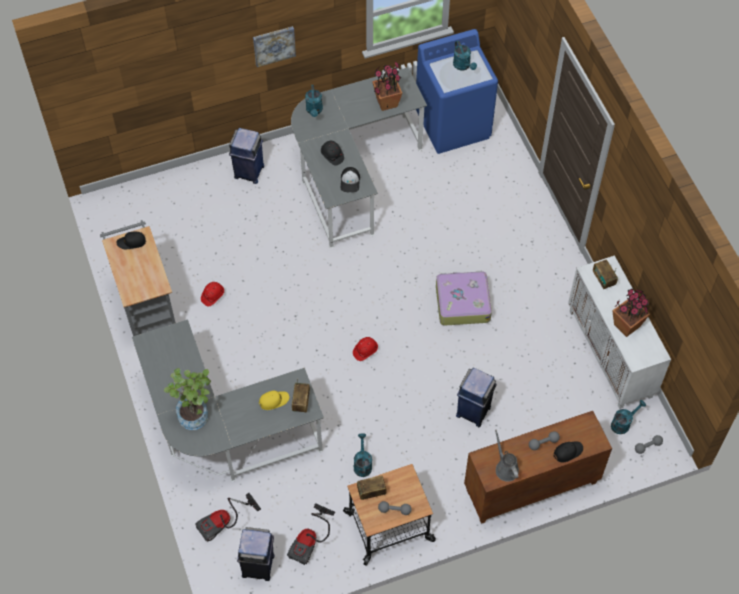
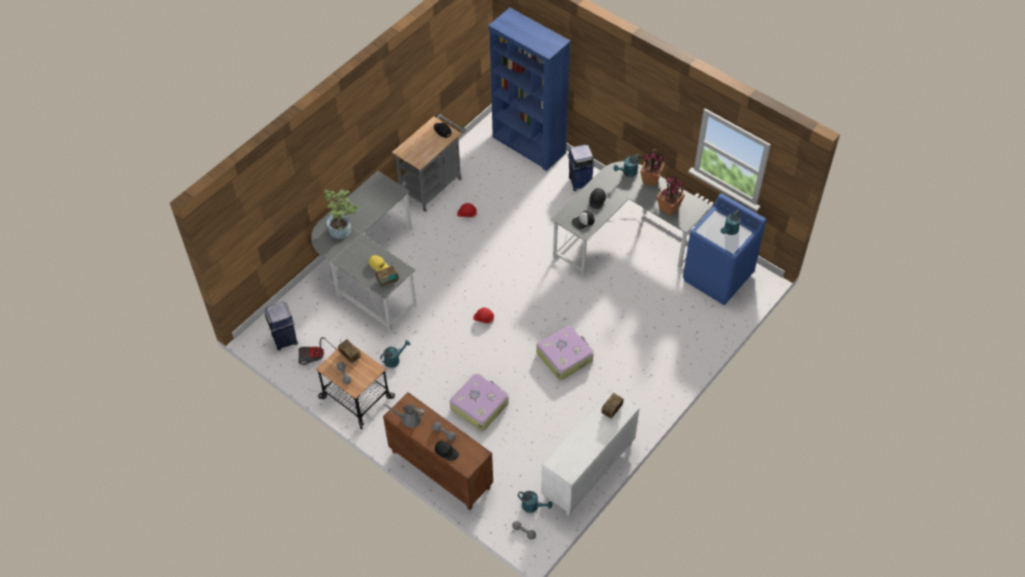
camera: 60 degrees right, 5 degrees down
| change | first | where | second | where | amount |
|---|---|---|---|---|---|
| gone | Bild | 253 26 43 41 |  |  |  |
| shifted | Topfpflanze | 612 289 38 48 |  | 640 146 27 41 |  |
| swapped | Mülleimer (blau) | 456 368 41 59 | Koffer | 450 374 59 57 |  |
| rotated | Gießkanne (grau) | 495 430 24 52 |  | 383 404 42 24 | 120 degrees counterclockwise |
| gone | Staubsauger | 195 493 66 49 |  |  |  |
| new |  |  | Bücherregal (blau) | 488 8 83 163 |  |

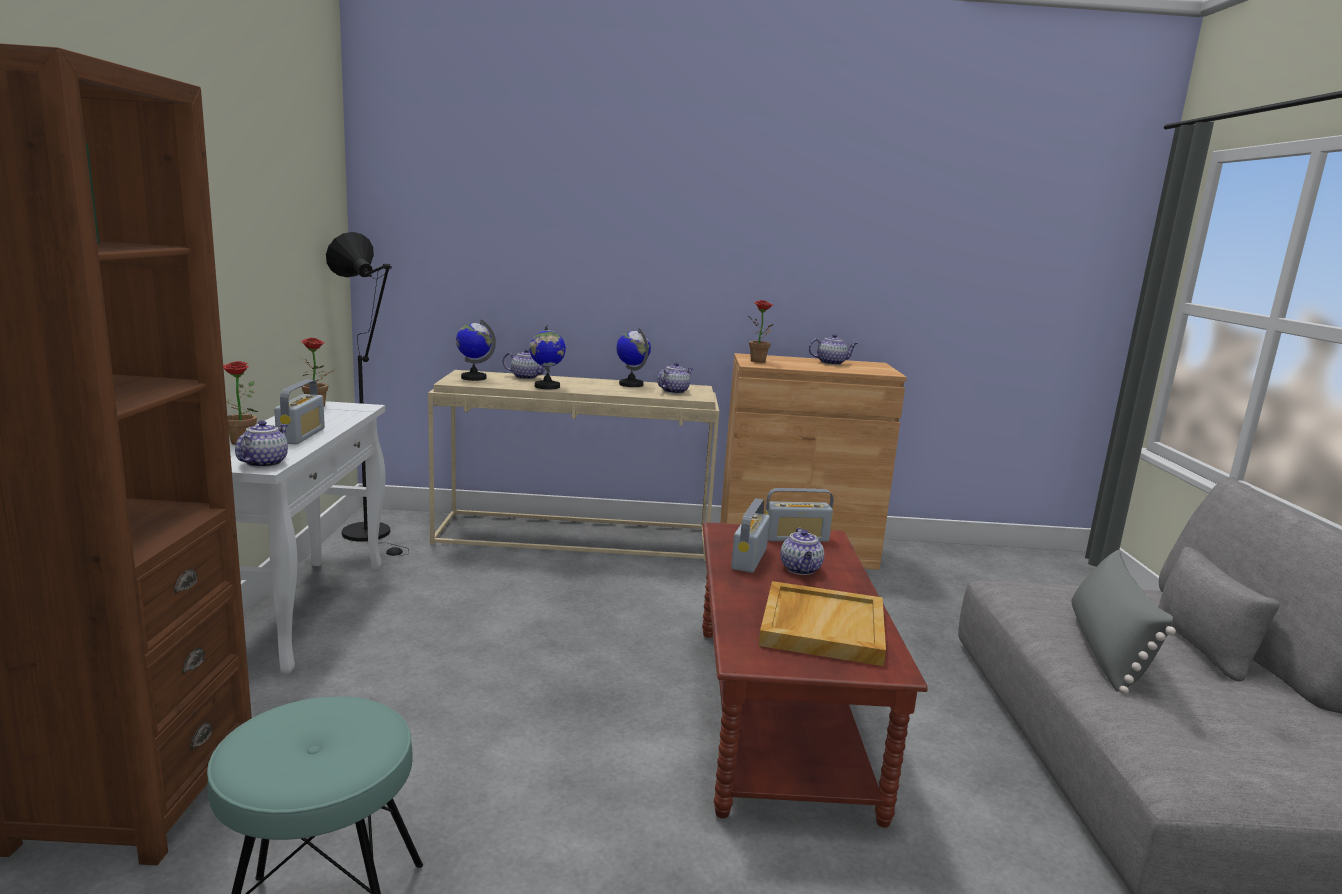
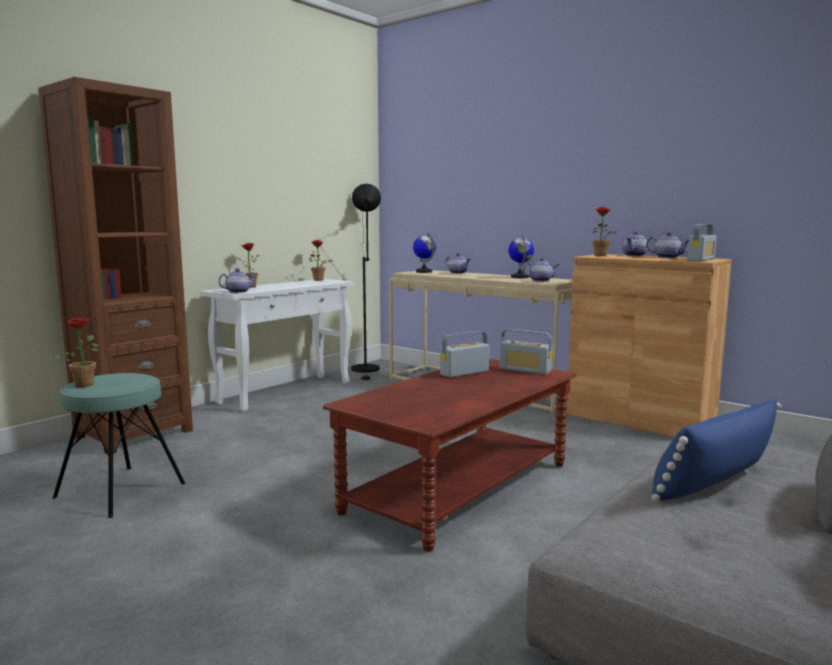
camera: 40 degrees right, 5 degrees down
| change | first | where | second | where | amount |
|---|---|---|---|---|---|
| gone | Globus | 529 325 37 64 |  |  |  |
| shifted | Radio | 274 380 51 64 |  | 687 224 29 38 |  |
| shifted | Teekanne | 781 528 43 47 |  | 622 231 26 25 |  |
| repainted | Kissen (grau) | 1072 550 104 145 | Kissen (blau) | 652 399 129 103 |  |
| gone | Tablett (beige) | 759 581 127 85 |  |  |  |
| new |  |  | Topfpflanze | 53 318 46 69 |  |

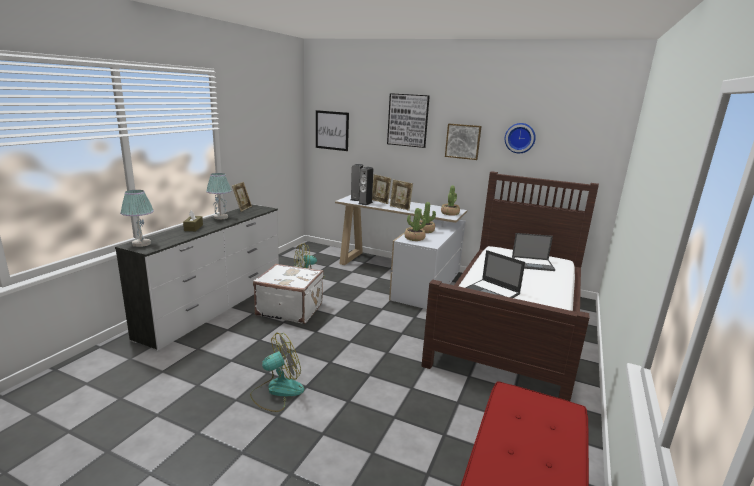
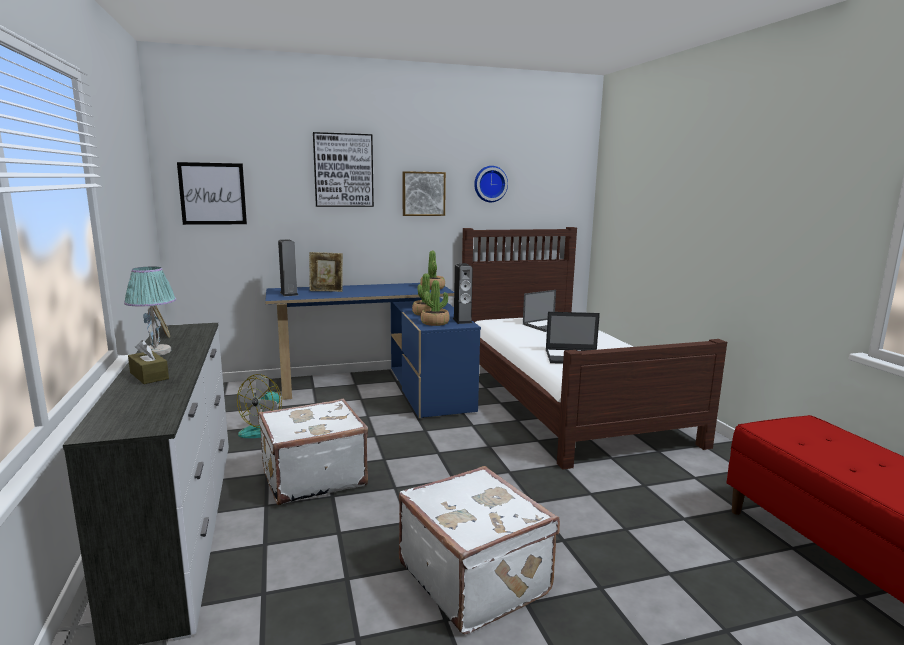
camera: 40 degrees left, 5 degrees down
| change | first | where | second | where | amount |
|---|---|---|---|---|---|
| shifted | Lautsprecher | 358 167 15 38 |  | 453 263 20 61 |  |
| gone | Bilderrahmen | 390 179 23 32 |  |  |  |
| gone | Tischlampe | 120 190 34 57 |  |  |  |
| repainted | Schreibtisch (weiß) | 335 195 132 114 | Schreibtisch (blau) | 265 283 216 135 |  |
| swapped | Ventilator | 250 332 54 80 | Koffer (weiß) | 399 466 161 168 |  |

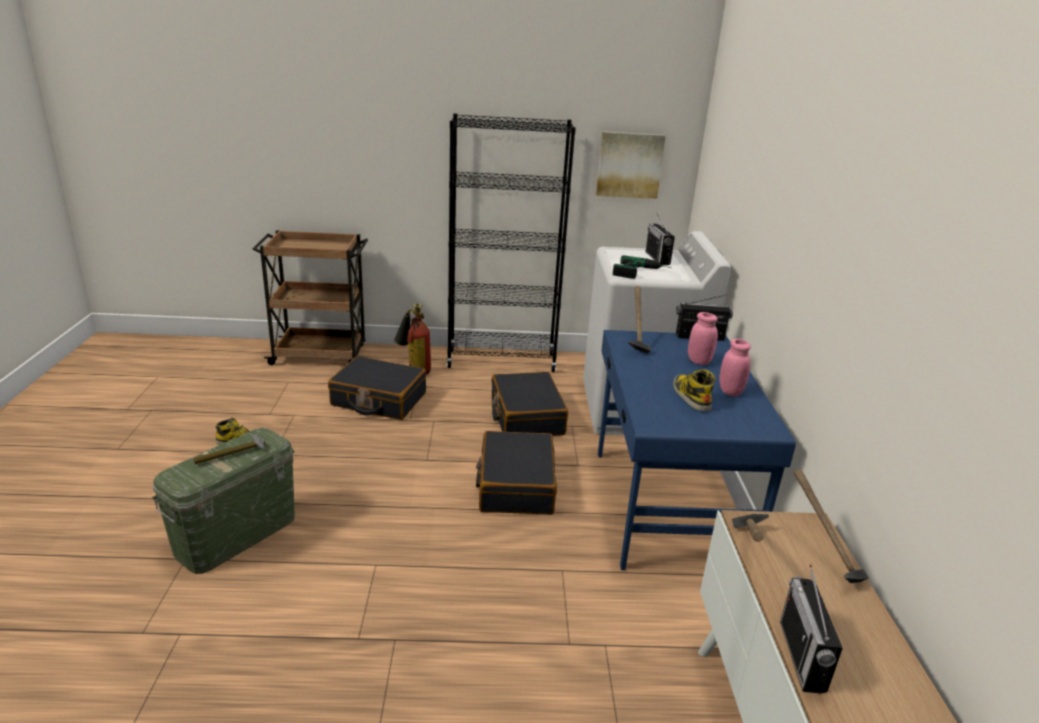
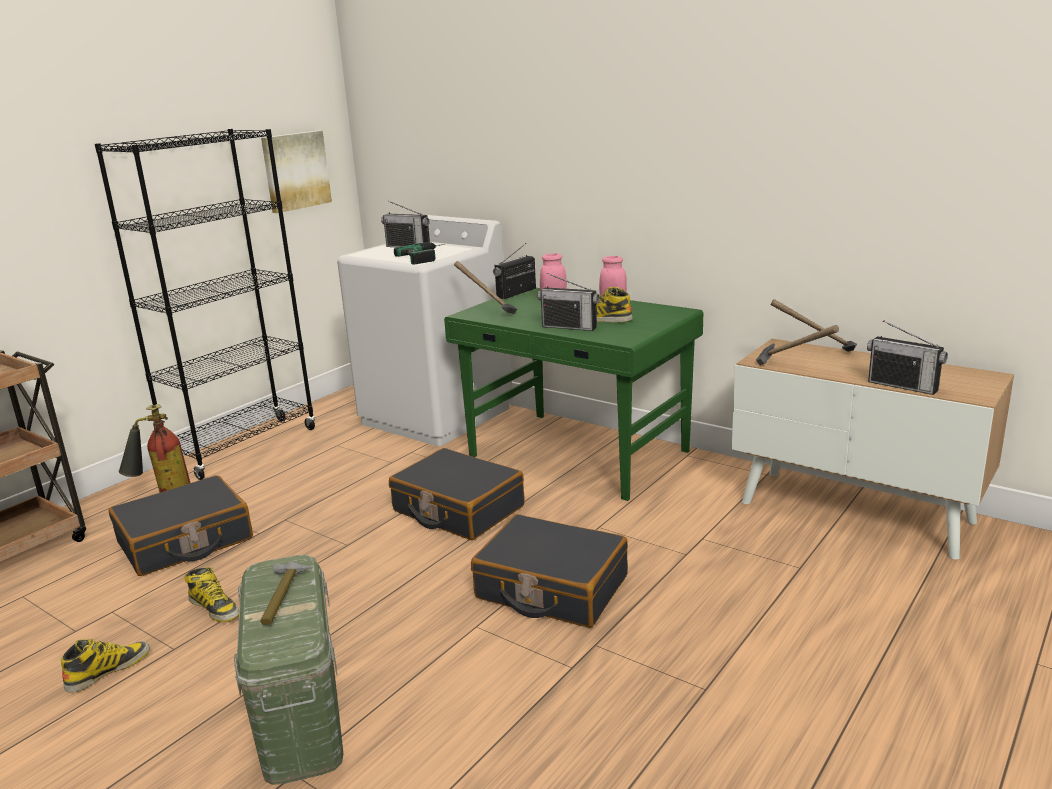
camera: 50 degrees left, 5 degrees down
| change | first | where | second | where | amount |
|---|---|---|---|---|---|
| repainted | Schreibtisch (blau) | 598 330 198 240 | Schreibtisch (grün) | 444 288 259 213 |  |
| shifted | Koffer (schwarz) | 491 372 77 64 |  | 471 514 157 114 |  |
| new |  |  | Radio | 537 273 63 58 |  |
| new |  |  | Stiefel | 184 567 55 55 |  |

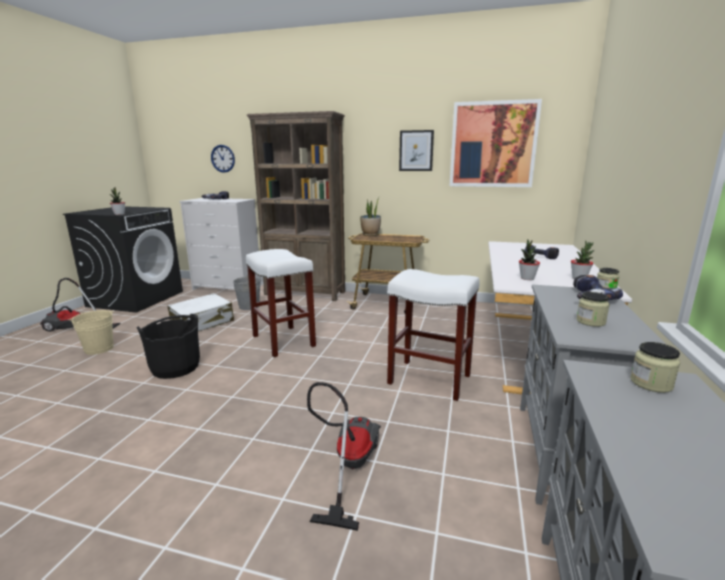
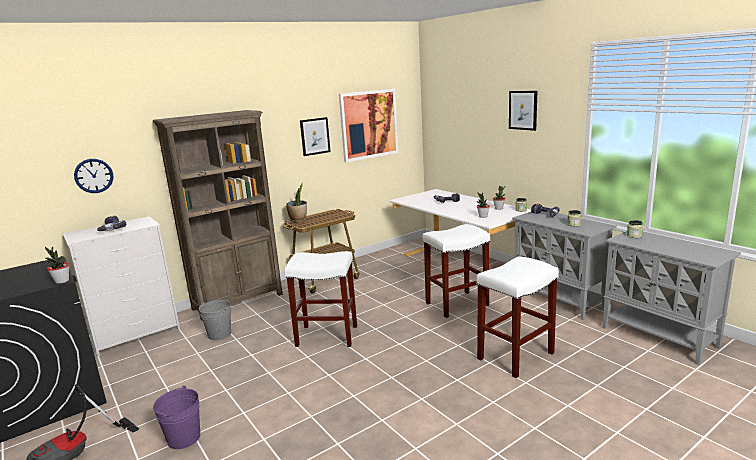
camera: 50 degrees left, 0 degrees up
| change | first | where | second | where | amount |
|---|---|---|---|---|---|
| gone | Koffer (weiß) | 167 293 67 38 |  |  |  |
| repainted | Eimer (beige) | 68 310 46 45 | Eimer (lila) | 153 385 47 64 |  |
| gone | Eimer (schwarz) | 137 314 63 65 |  |  |  |
| swapped | Staubsauger | 307 382 74 149 | Hocker (weiß) | 476 256 83 122 |  |
| new |  |  | Bild | 509 91 28 40 |  |

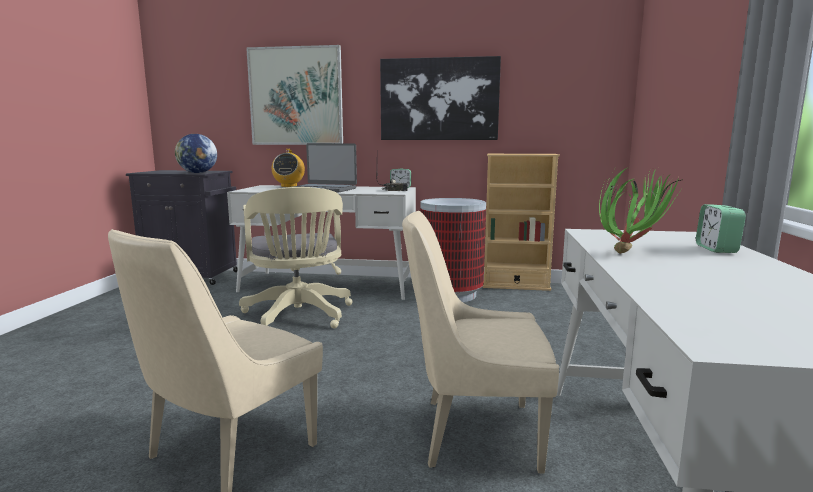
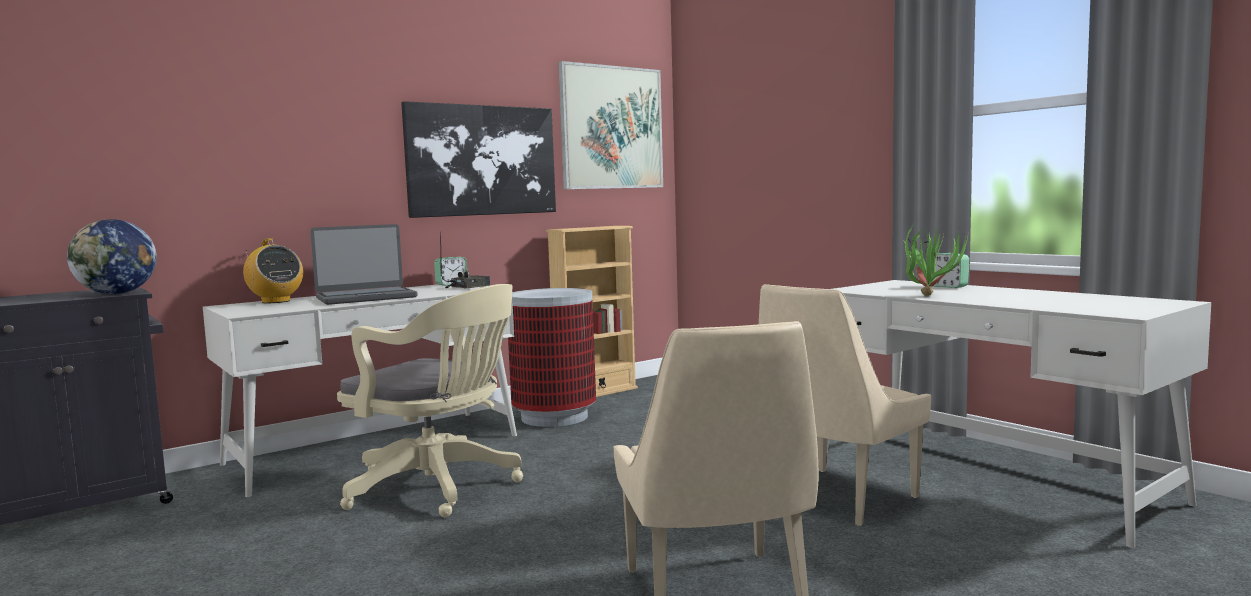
camera: 45 degrees left, 5 degrees down
| change | first | where | second | where | amount |
|---|---|---|---|---|---|
| shifted | Bild | 246 45 97 100 |  | 558 61 105 128 |  |

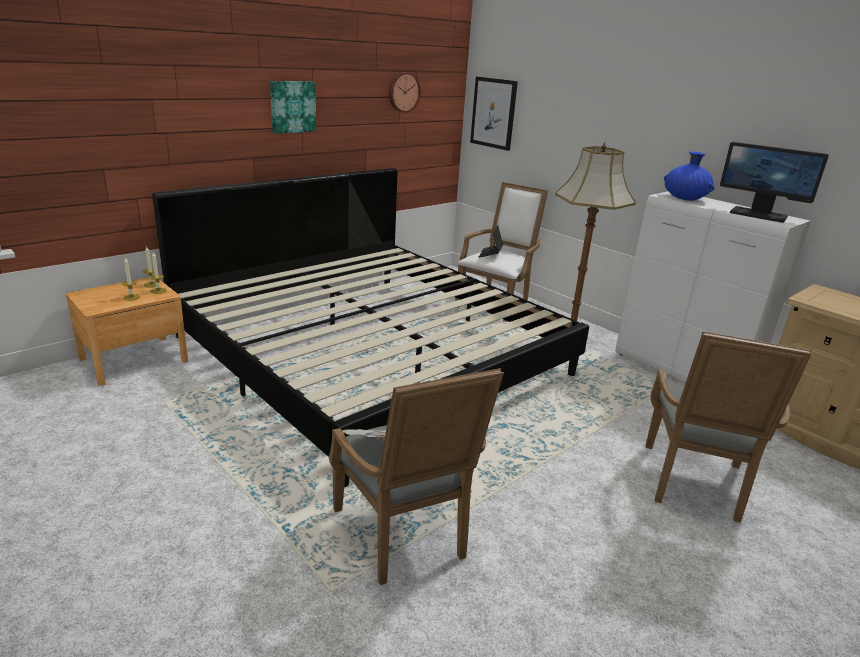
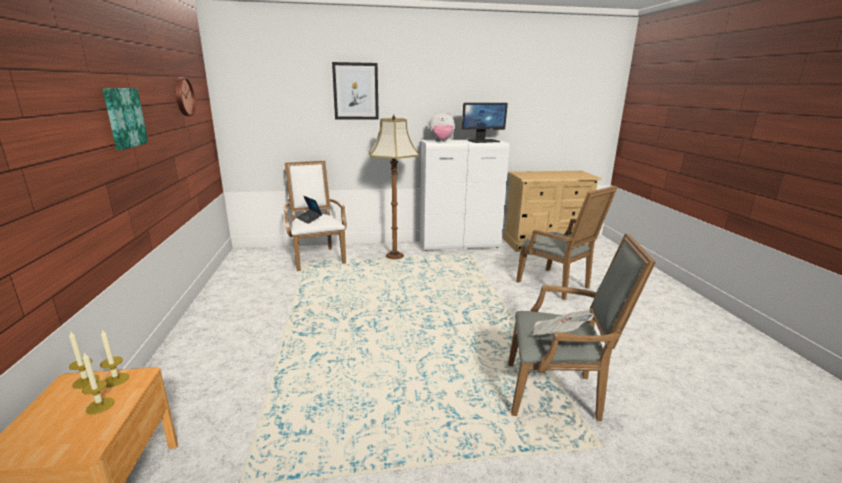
camera: 55 degrees left, 5 degrees down
| change | first | where | second | where | amount |
|---|---|---|---|---|---|
| shifted | Bild | 470 77 48 74 |  | 332 62 47 58 |  |
| swapped | Vase (blau) | 664 151 51 50 | Plüschtier | 429 112 26 30 |  |
| gone | Bett | 152 168 437 319 |  |  |  |

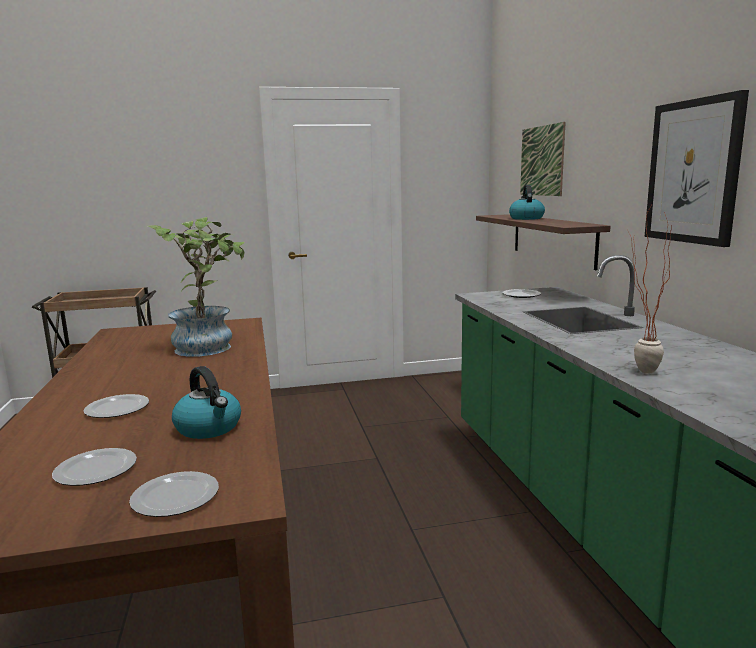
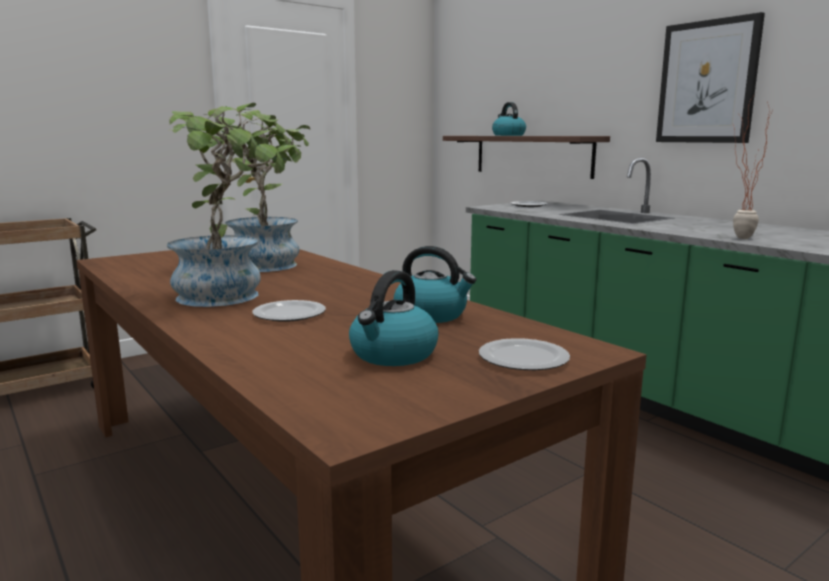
camera: 25 degrees left, 0 degrees up
| change | first | where | second | where | amount |
|---|---|---|---|---|---|
| gone | Bild | 520 122 46 74 |  |  |  |
| swapped | Teller | 52 448 85 38 | Wasserkessel | 349 270 90 96 |  |
| new |  |  | Topfpflanze | 167 103 133 204 |  |

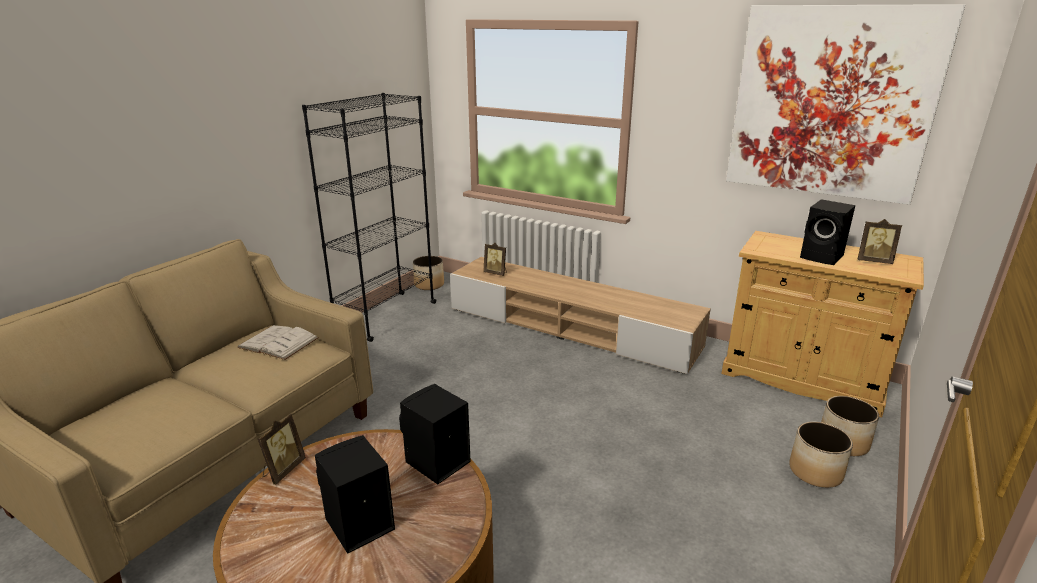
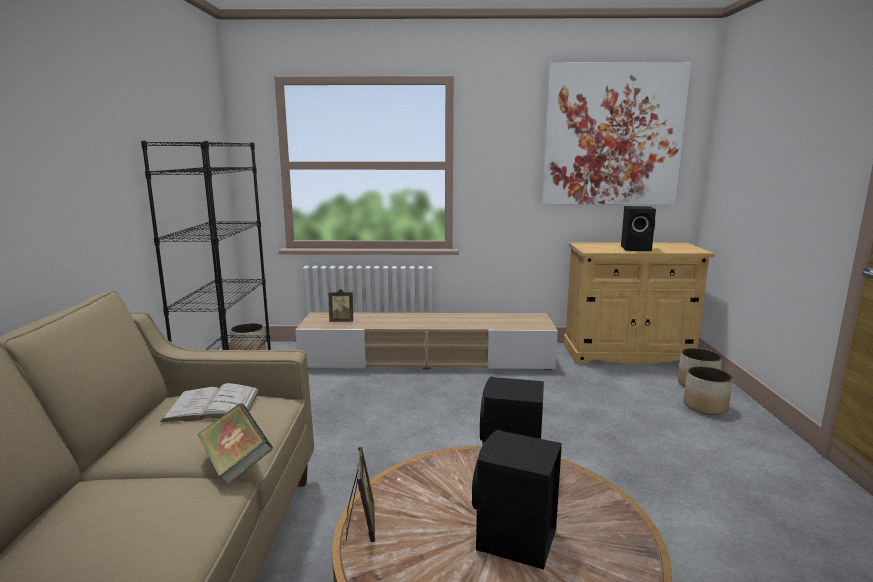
camera: 30 degrees left, 10 degrees down
| change | first | where | second | where | amount |
|---|---|---|---|---|---|
| gone | Bilderrahmen | 857 219 45 45 |  |  |  |
| new |  |  | Buch | 197 403 76 82 |  |

